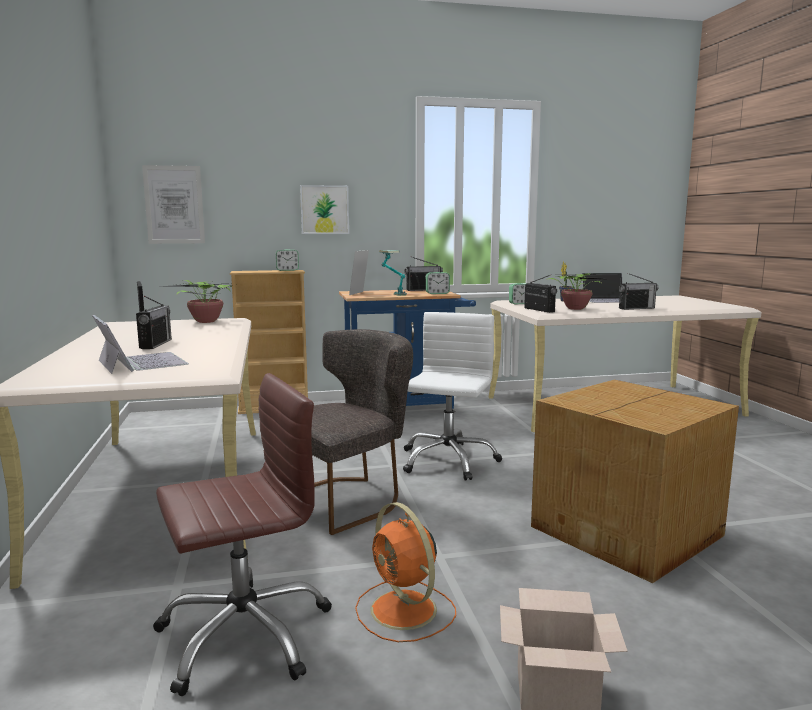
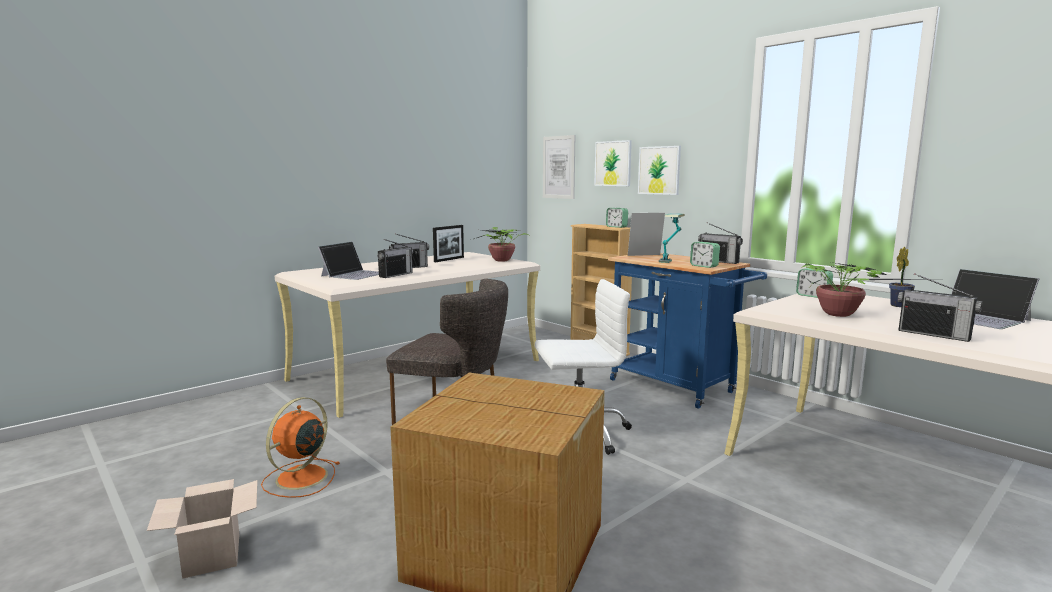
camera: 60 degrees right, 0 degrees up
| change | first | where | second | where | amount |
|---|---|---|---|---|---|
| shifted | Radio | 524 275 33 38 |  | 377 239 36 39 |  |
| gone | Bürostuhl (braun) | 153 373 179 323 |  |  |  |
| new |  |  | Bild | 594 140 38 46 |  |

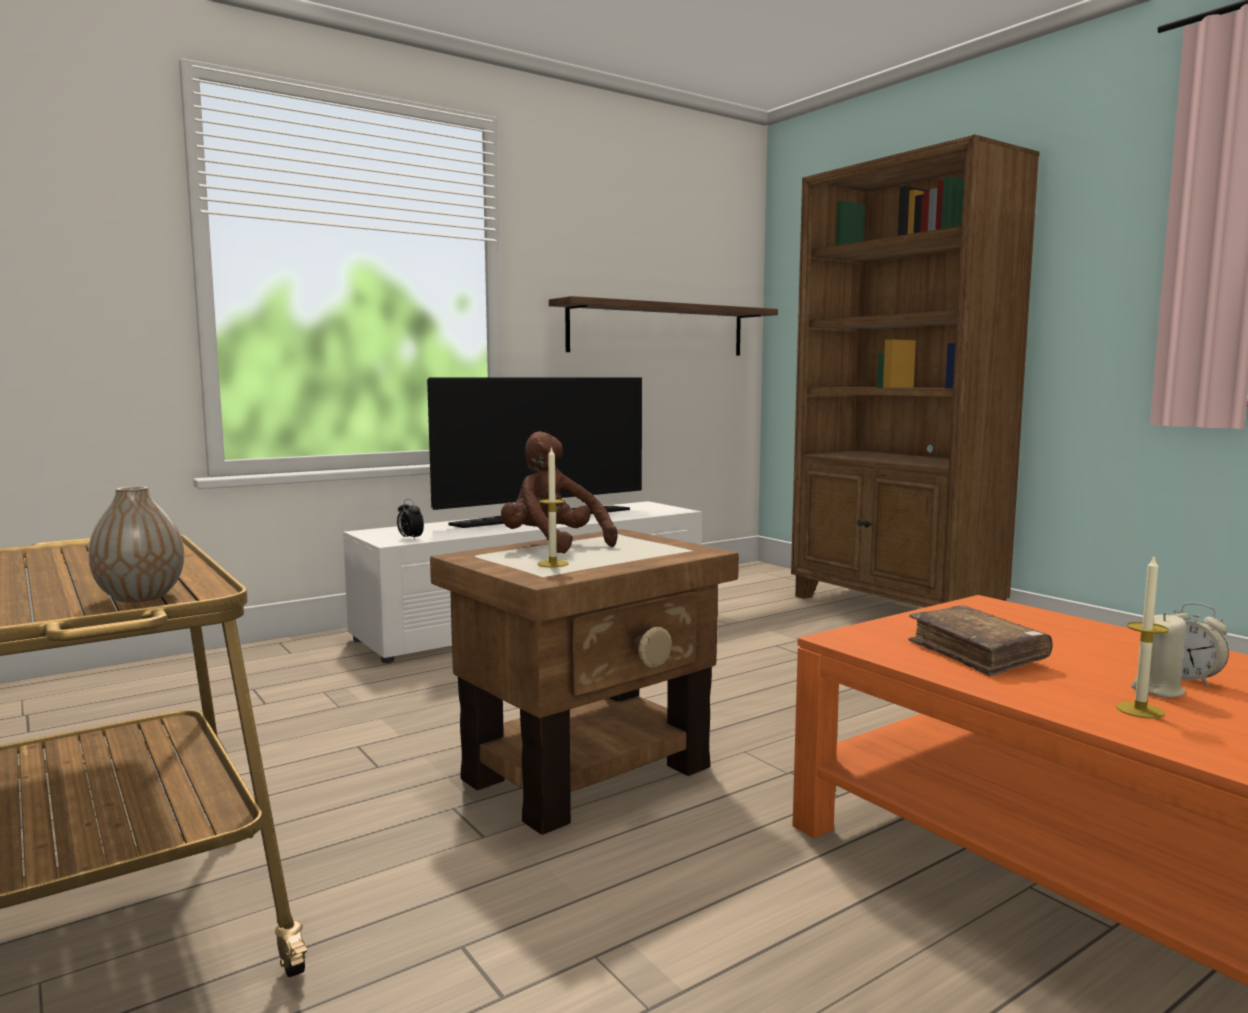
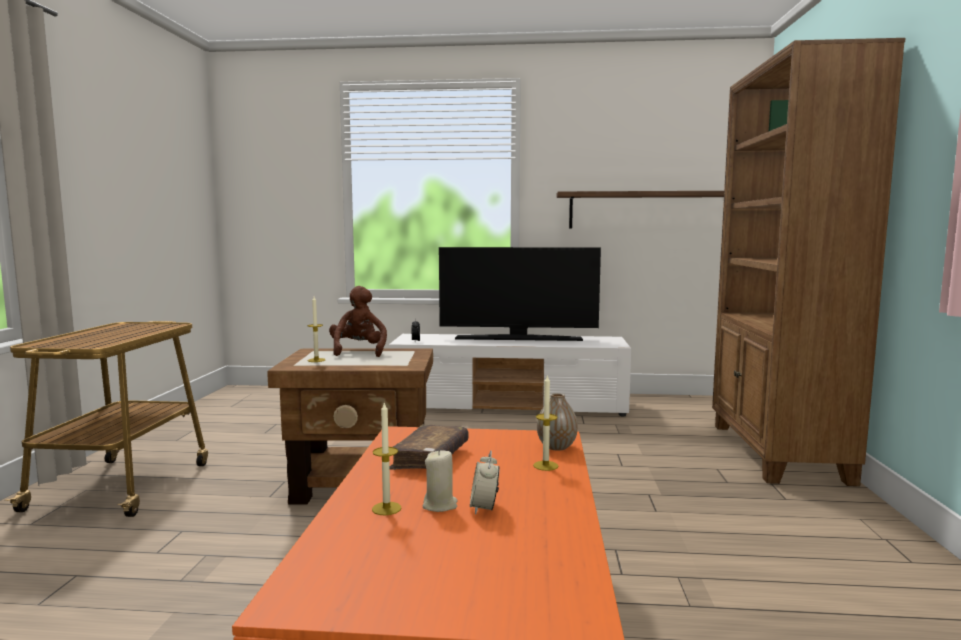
camera: 40 degrees right, 0 degrees up
| change | first | where | second | where | amount |
|---|---|---|---|---|---|
| shifted | Vase | 88 486 96 117 |  | 537 393 41 58 |  |
| new |  |  | Kerze | 533 376 25 95 |  |

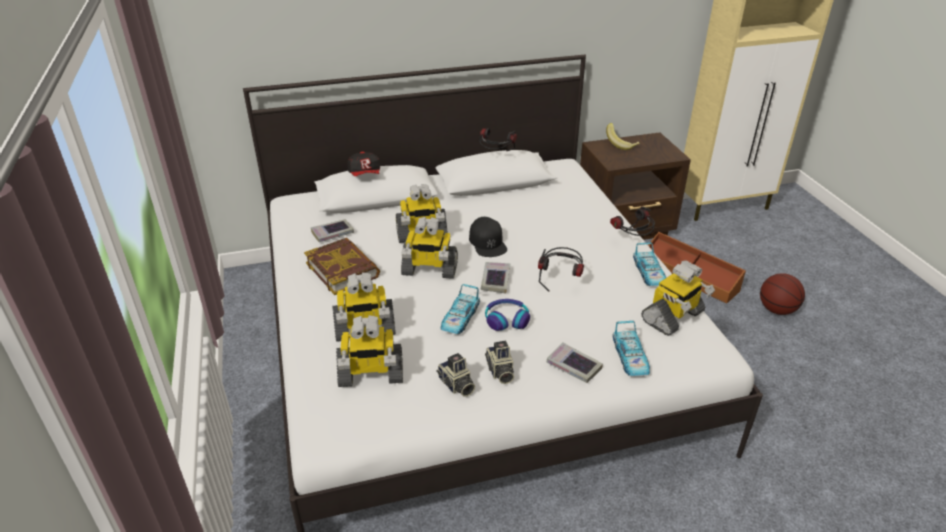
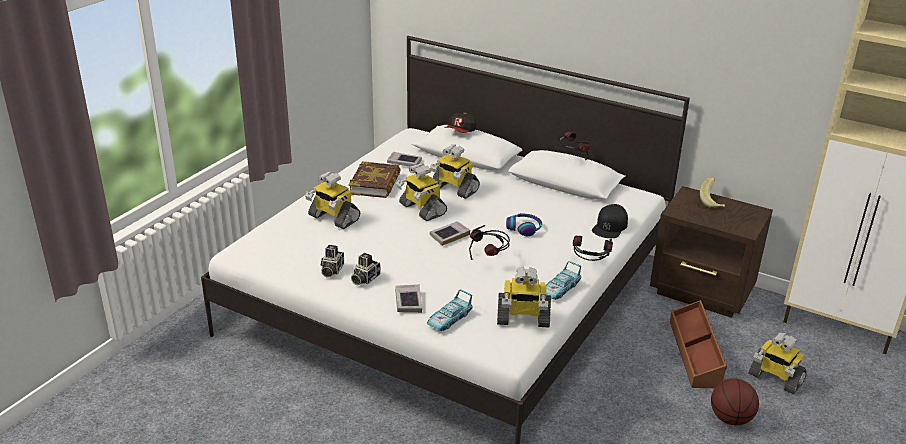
camera: 45 degrees right, 5 degrees down
| change | first | where | second | where | amount |
|---|---|---|---|---|---|
| shifted | Kappe (schwarz) | 469 217 38 40 |  | 592 204 36 34 |  |
| gone | Spielzeugauto | 441 284 39 50 |  |  |  |
| shifted | Kopfhörer | 485 299 45 32 |  | 506 213 36 23 |  |
| shifted | Spielzeugroboter | 336 315 67 72 |  | 748 332 59 63 |  |

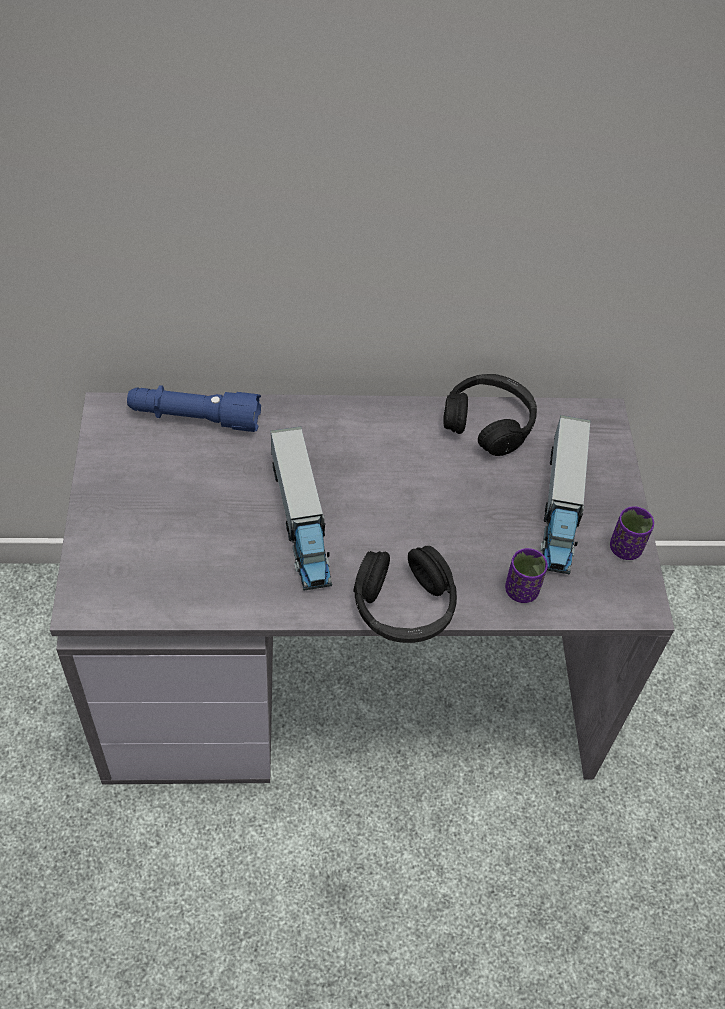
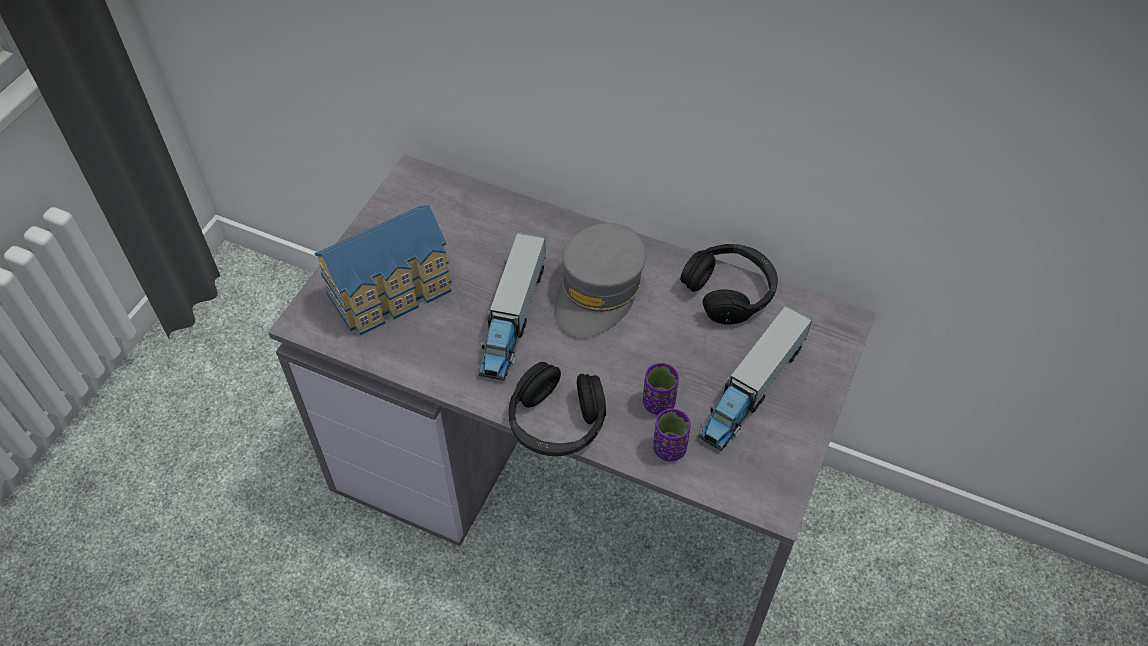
camera: 30 degrees right, 0 degrees up
| change | first | where | second | where | amount |
|---|---|---|---|---|---|
| gone | Taschenlampe (blau) | 127 385 134 47 |  |  |  |
| shifted | Tasse (lila) | 610 506 44 54 |  | 643 363 36 52 |  |
| new |  |  | Spielzeughaus | 314 206 138 130 |  |
| new |  |  | Kappe (grau) | 555 223 91 115 |  |

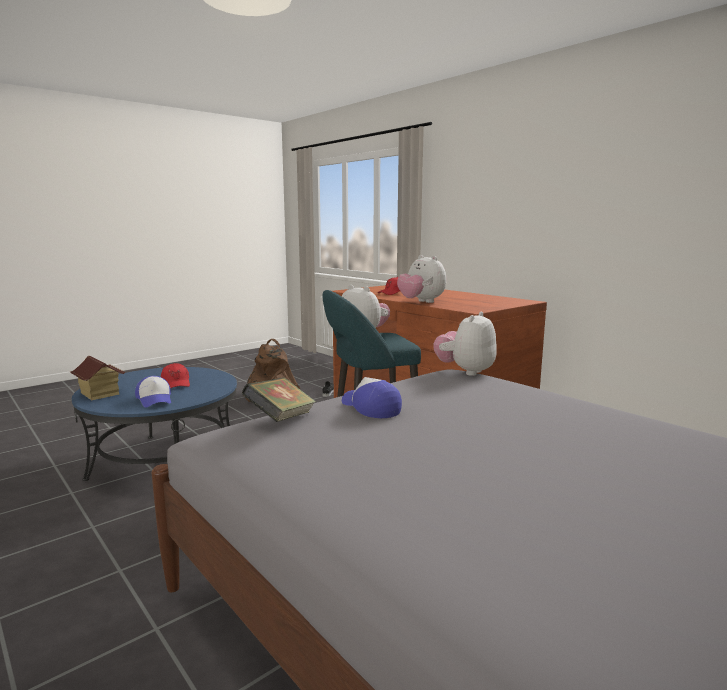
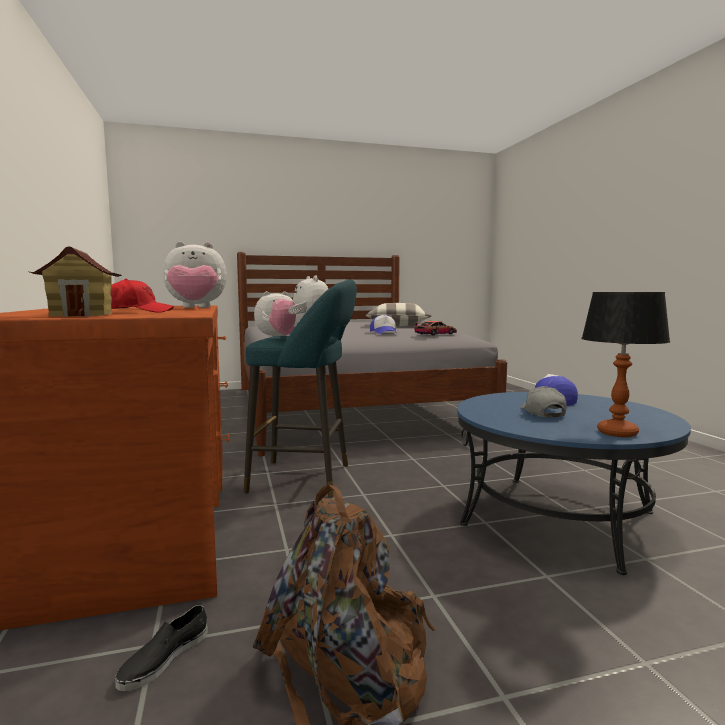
camera: 155 degrees left, 5 degrees down
| change | first | where | second | where | amount |
|---|---|---|---|---|---|
| rotated | Plüschtier | 397 255 49 48 |  | 163 242 64 66 | 90 degrees clockwise |
| shifted | Spielzeughaus | 70 356 56 44 |  | 30 247 92 70 |  |
| repainted | Kappe (rot) | 161 363 29 26 | Kappe (grau) | 520 386 47 31 |  |
| swapped | Buch | 242 377 74 45 | Spielzeugauto | 415 321 42 14 |  |
| new |  |  | Tischlampe | 581 292 89 145 |  |
| new |  |  | Kissen | 366 303 65 23 |  |

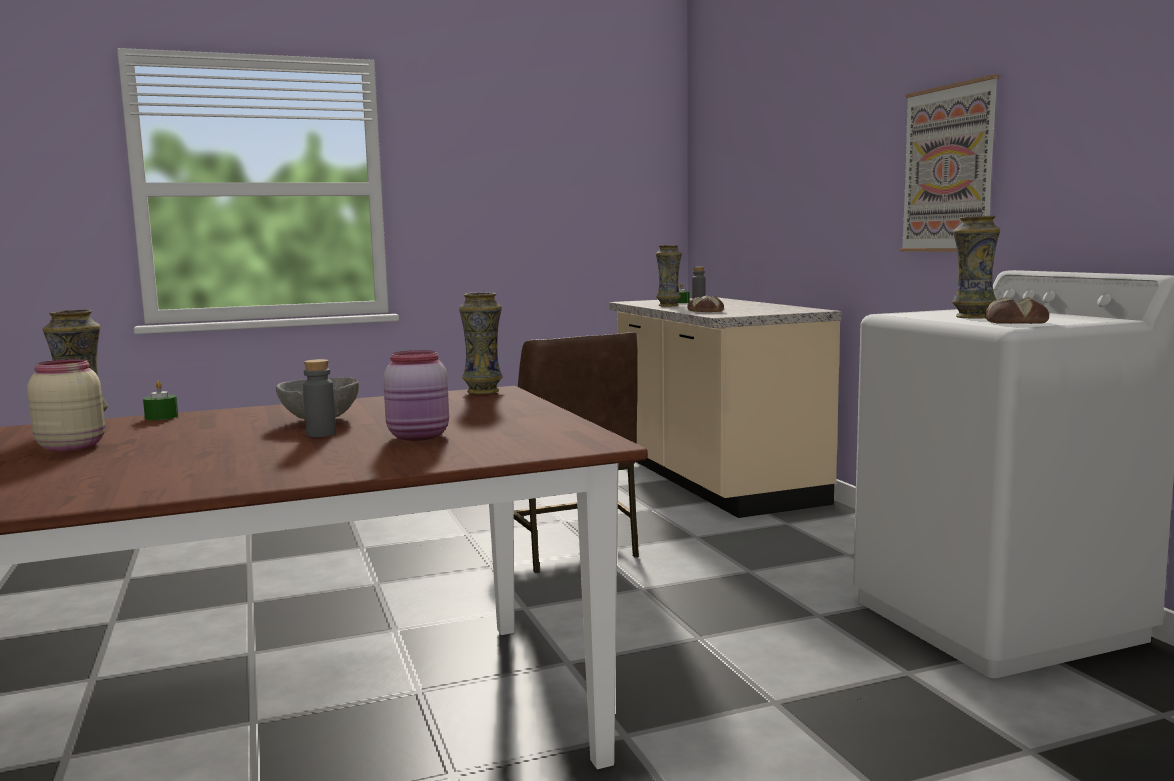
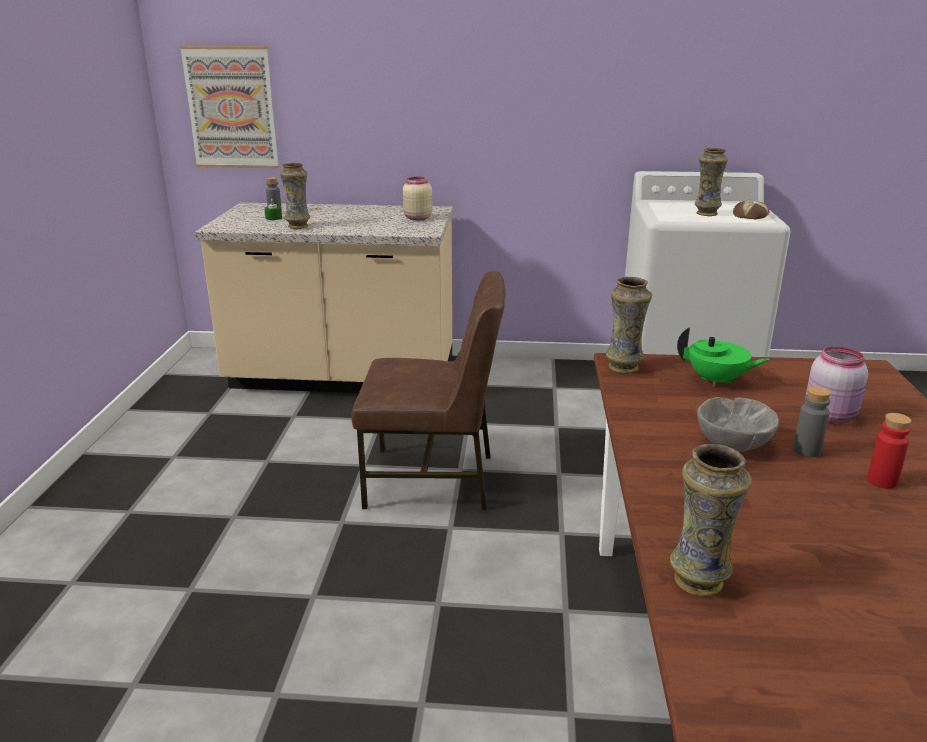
camera: 65 degrees left, 15 degrees up
| change | first | where | second | where | amount |
|---|---|---|---|---|---|
| shifted | Bild | 900 75 99 177 |  | 180 46 99 122 |  |
| gone | Brot | 687 296 37 16 |  |  |  |
| shifted | Vorratsglas (beige) | 27 359 78 93 |  | 403 177 29 43 |  |
| gone | Kerze (grün) | 143 381 35 39 |  |  |  |
| new |  |  | Teekanne (grün) | 677 327 93 60 |  |
| new |  |  | Flasche (rot) | 867 413 44 76 |  |

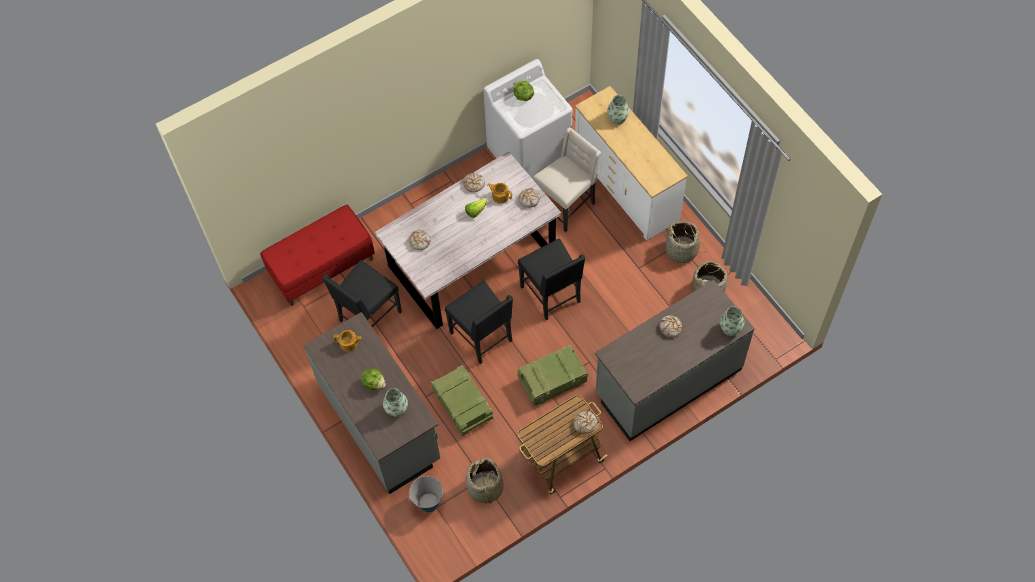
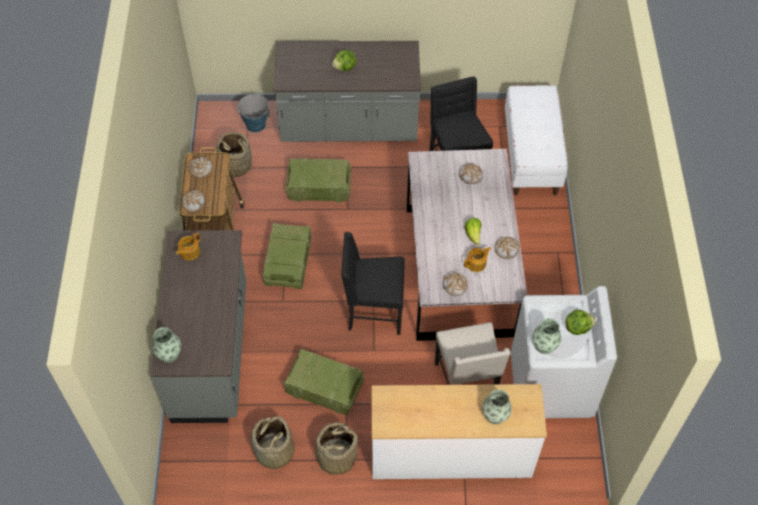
camera: 120 degrees right, 5 degrees down
| change | first | where | second | where | amount |
|---|---|---|---|---|---|
| repainted | Bank (rot) | 260 205 115 101 | Bank (weiß) | 505 85 63 110 |  |
| gone | Stuhl (schwarz) | 445 280 68 84 |  |  |  |
| shifted | Brot | 659 316 23 22 |  | 188 157 25 21 |  |
| shifted | Teekanne | 333 330 29 22 |  | 176 232 24 28 |  |
| shifted | Vase | 383 388 25 29 |  | 532 318 29 36 |  |
| new |  |  | Kiste | 284 349 80 66 |  |

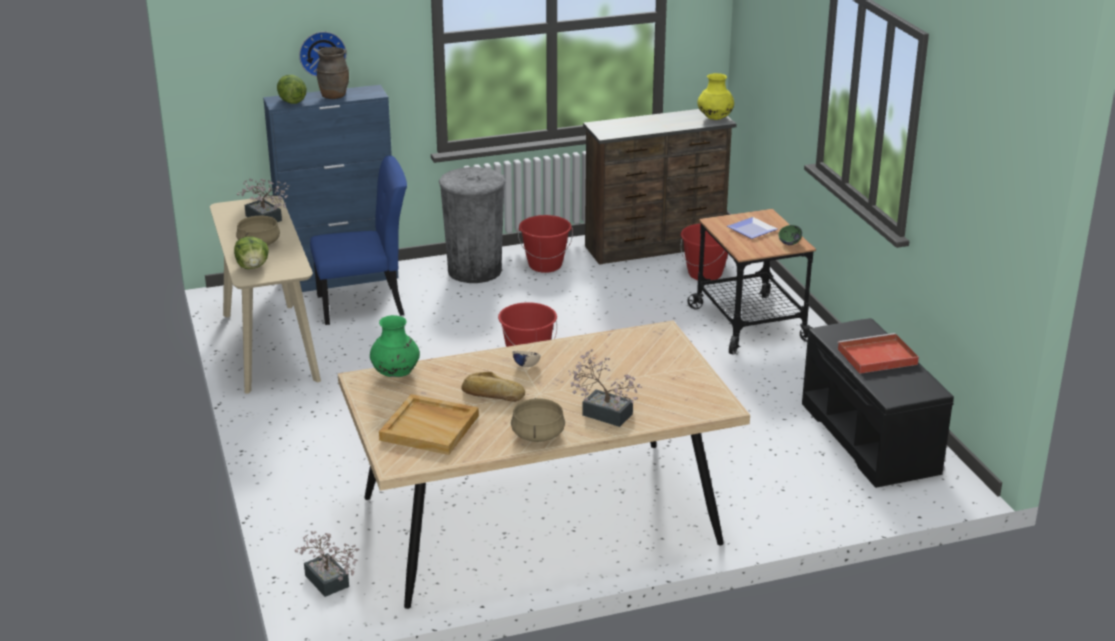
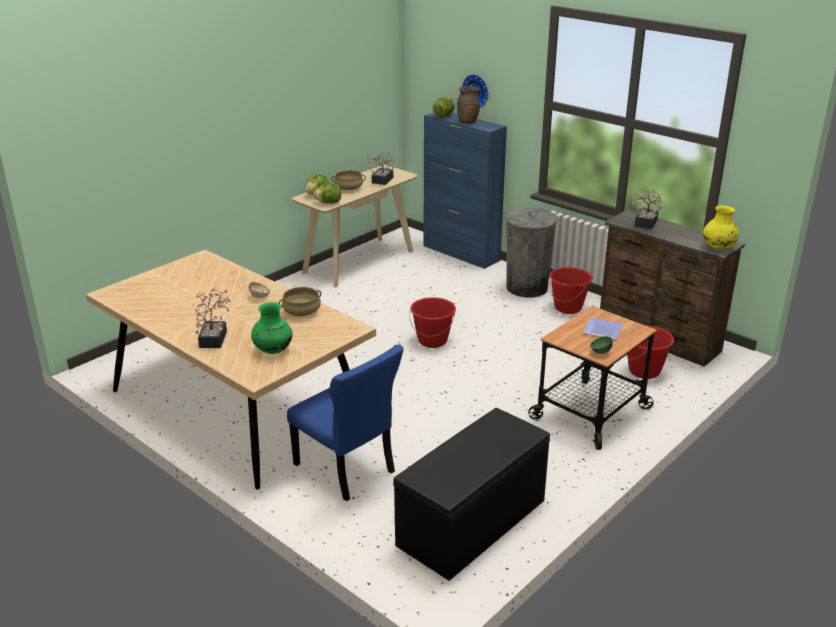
camera: 60 degrees right, 0 degrees up
| change | first | where | second | where | amount |
|---|---|---|---|---|---|
| shifted | Stuhl (blau) | 310 155 97 170 |  | 287 344 117 157 |  |
| shifted | Vase (grün) | 370 315 50 62 |  | 251 302 41 52 |  |
| gone | Tablett (rot) | 838 333 81 41 |  |  |  |
| gone | Brot | 461 372 64 30 |  |  |  |
| gone | Tablett (beige) | 379 394 100 61 |  |  |  |
| shifted | Kochtopf (beige) | 511 398 54 44 |  | 279 287 42 29 |  |
| shifted | Topfpflanze | 295 531 65 66 |  | 632 190 33 39 |  |
| new |  |  | Salatkopf | 314 183 27 21 |  |

